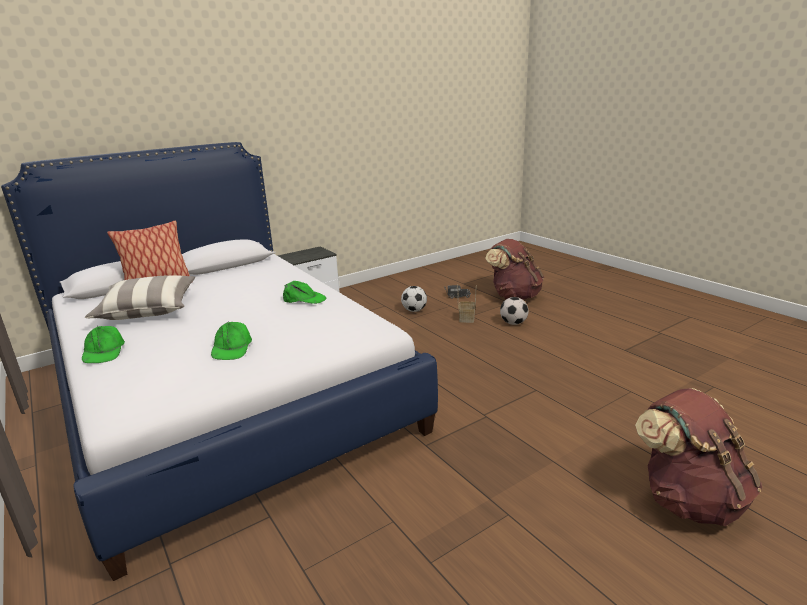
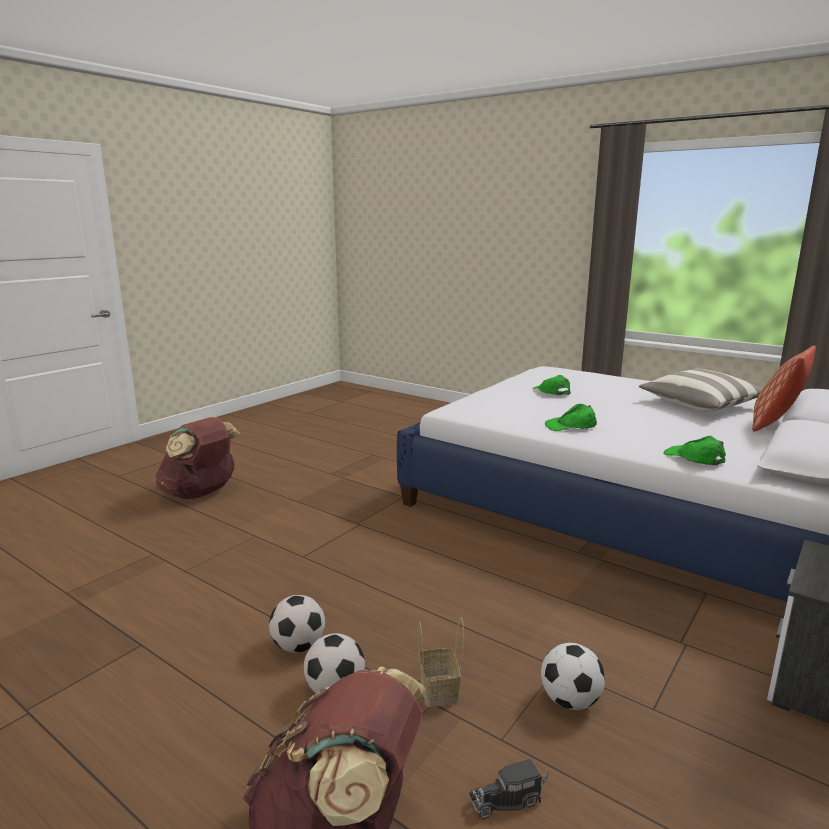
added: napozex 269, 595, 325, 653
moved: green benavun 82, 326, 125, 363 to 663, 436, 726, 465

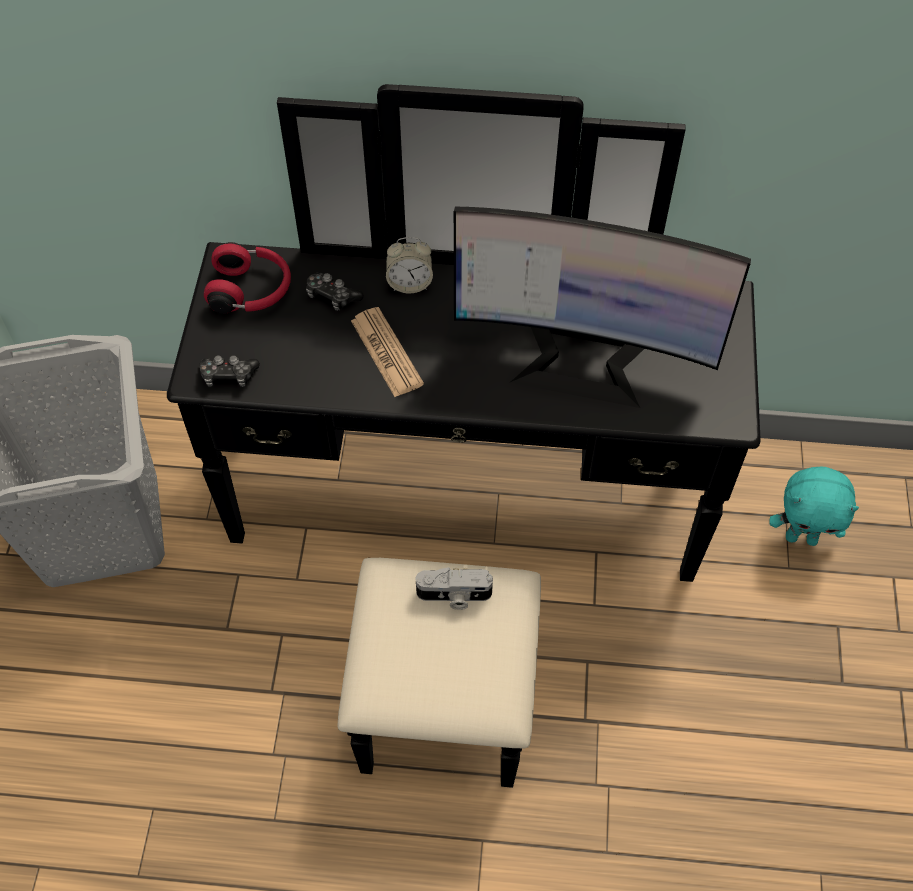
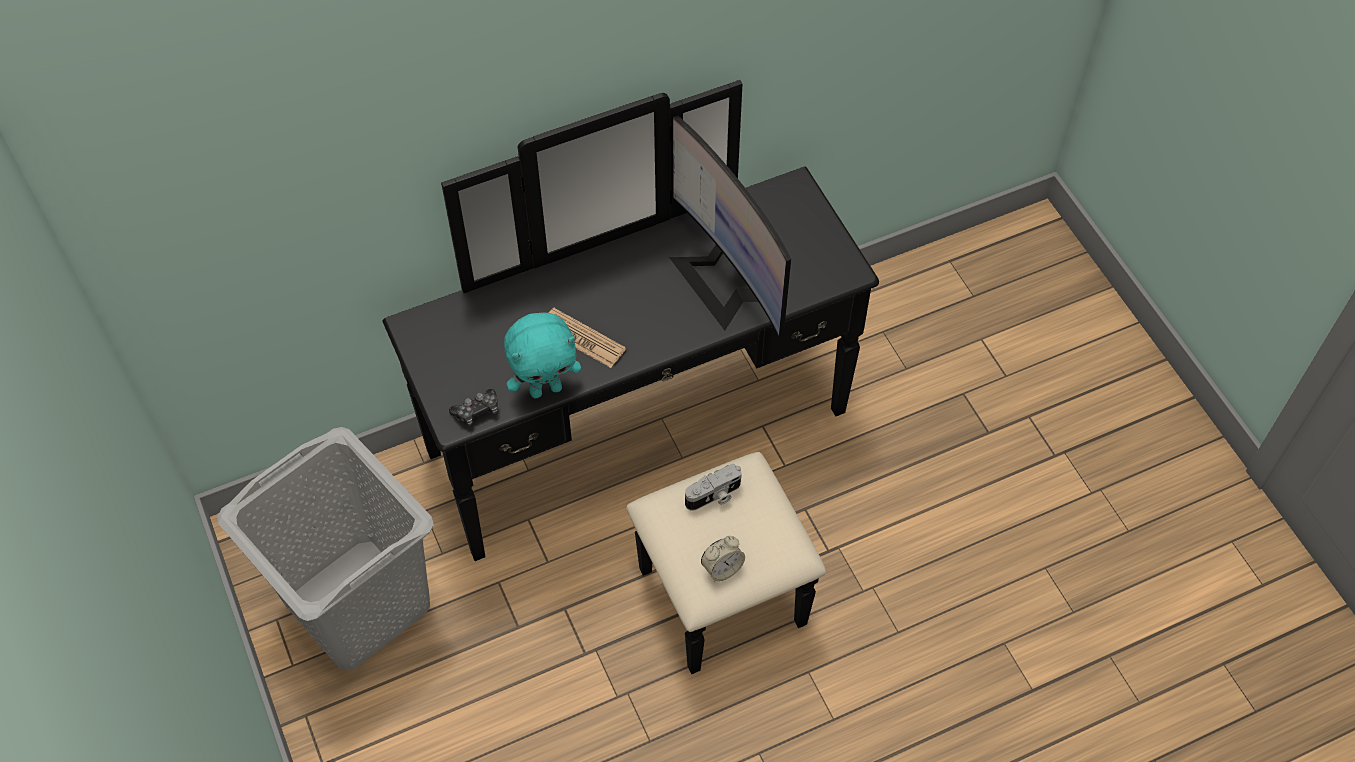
removed: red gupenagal 204, 242, 291, 314; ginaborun 306, 272, 364, 311
moved: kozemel 386, 237, 433, 294 to 701, 536, 745, 581; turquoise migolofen 769, 467, 859, 546 to 504, 312, 581, 398
turned: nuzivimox 454, 207, 751, 408 = 669, 116, 791, 339 75 degrees clockwise

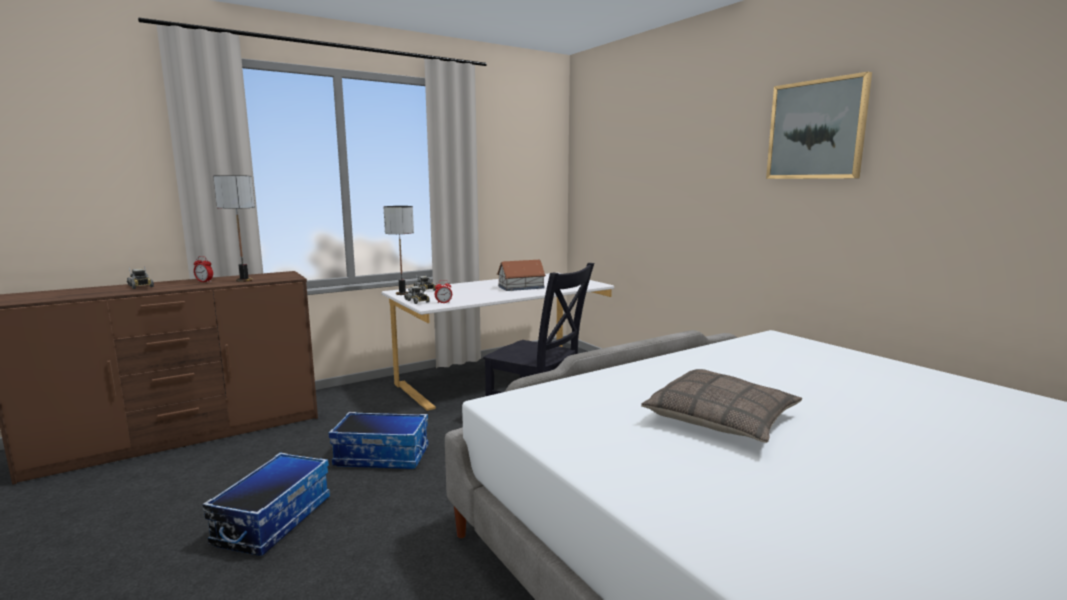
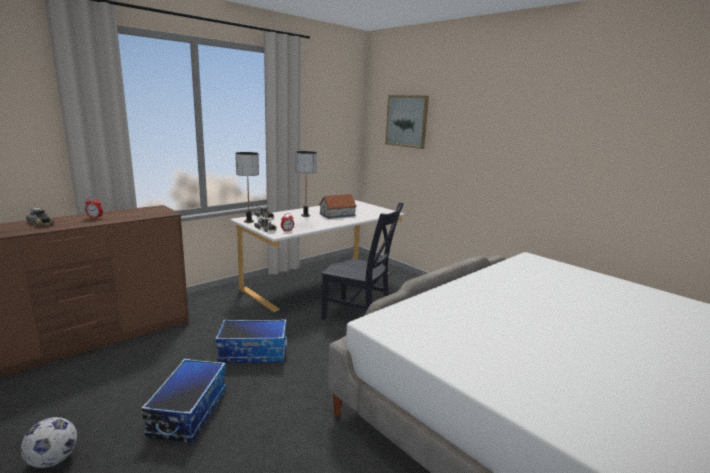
removed: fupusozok 641, 369, 802, 443
added: napozex 21, 417, 77, 468
moved: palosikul 766, 72, 872, 179 to 385, 95, 429, 149; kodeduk 213, 175, 255, 282 to 296, 151, 317, 217

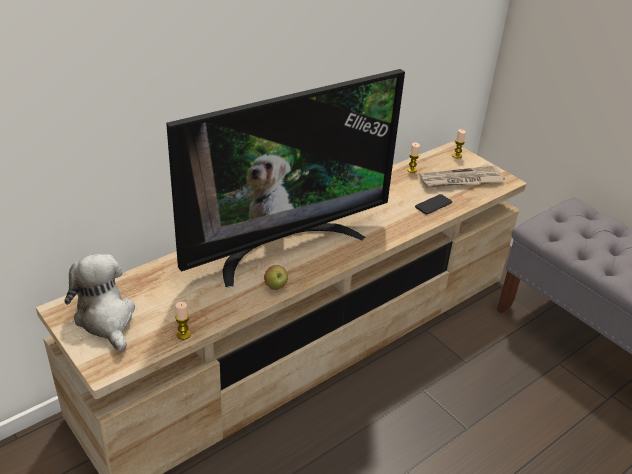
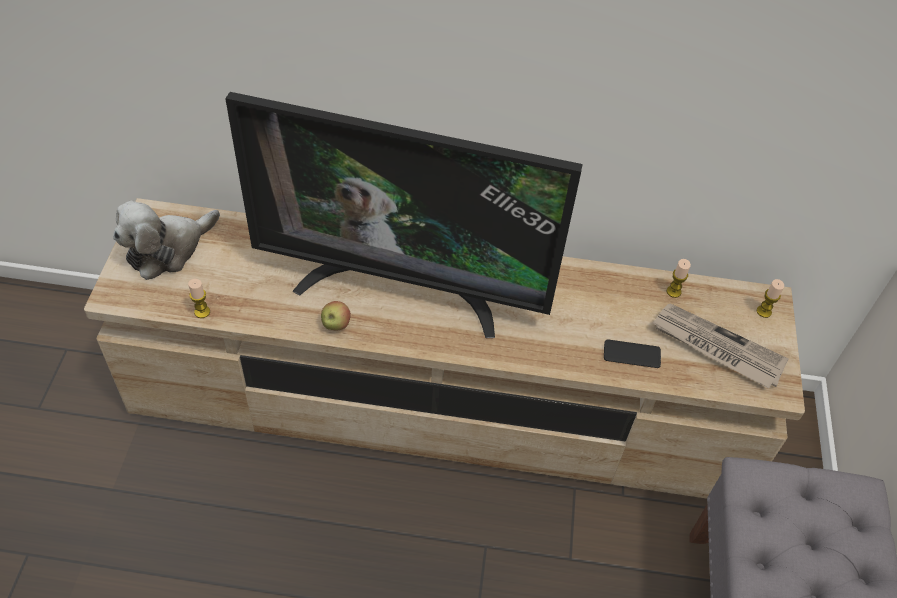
turned: migolofen 64, 254, 135, 352 = 113, 200, 220, 280 150 degrees counterclockwise

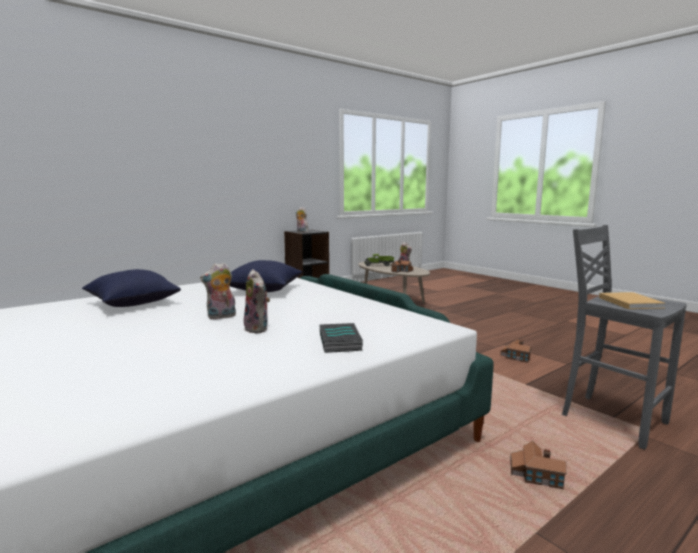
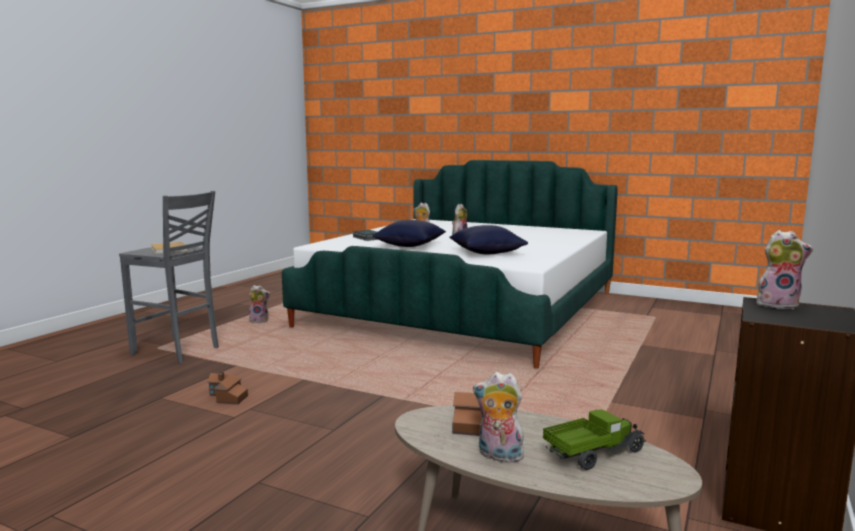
moved: blue fupusozok 82, 269, 181, 307 to 372, 220, 446, 247
replaced: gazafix 510, 441, 567, 489 to migolofen 249, 285, 270, 323

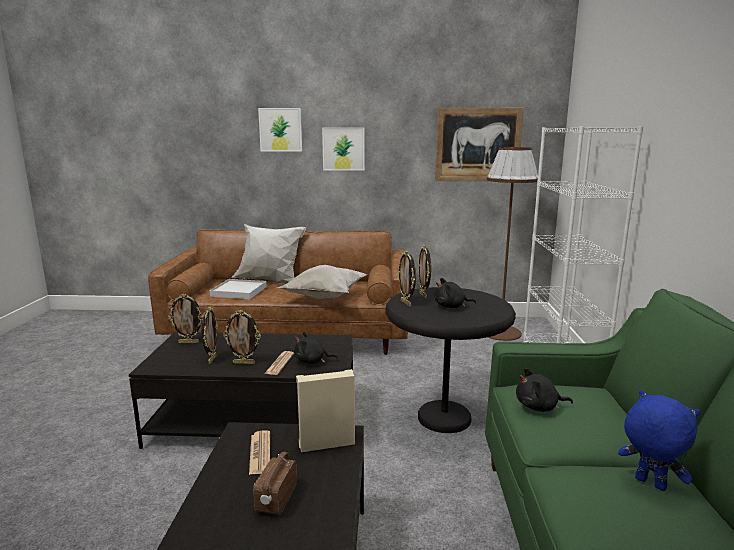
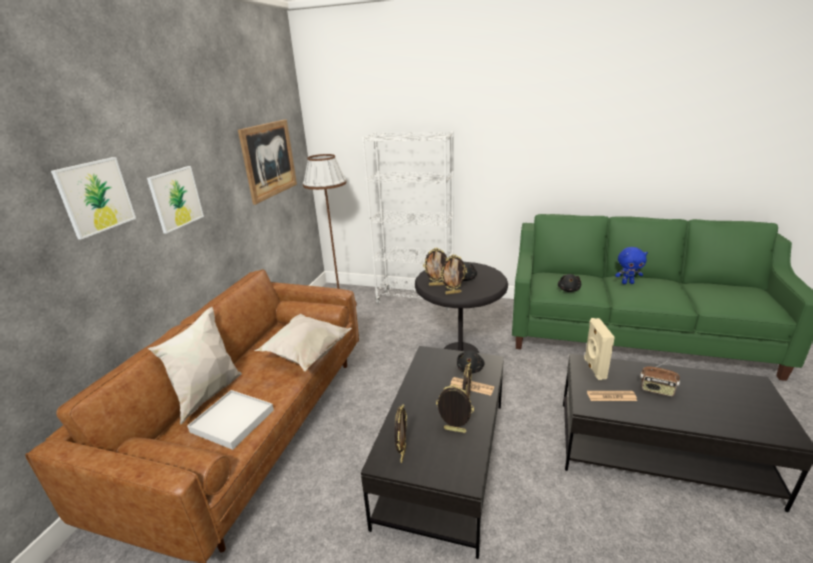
turned: blue migolofen 618, 390, 700, 491 = 615, 247, 648, 284 150 degrees counterclockwise

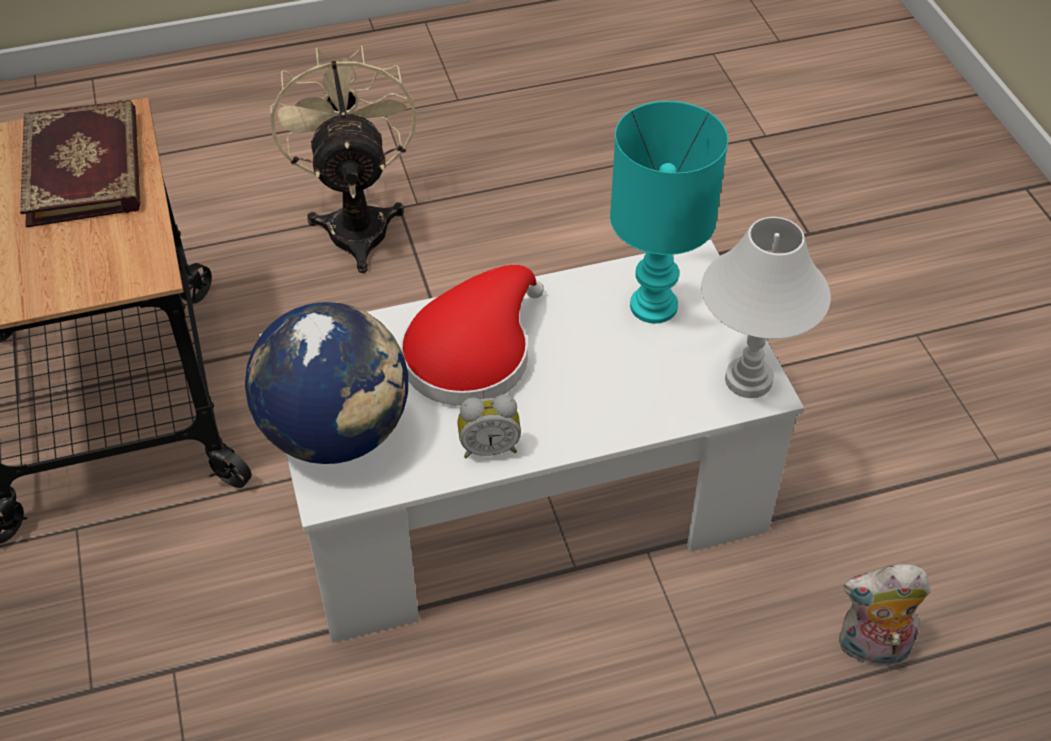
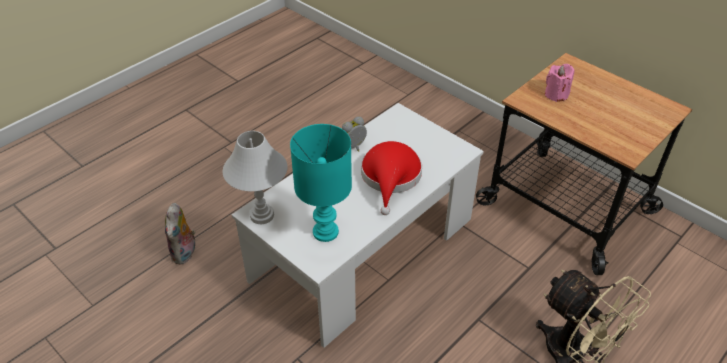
removed: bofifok 20, 100, 140, 228; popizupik 245, 302, 408, 464
added: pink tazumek 545, 64, 574, 102
turned: migolofen 839, 564, 931, 671 = 165, 203, 195, 265 120 degrees clockwise

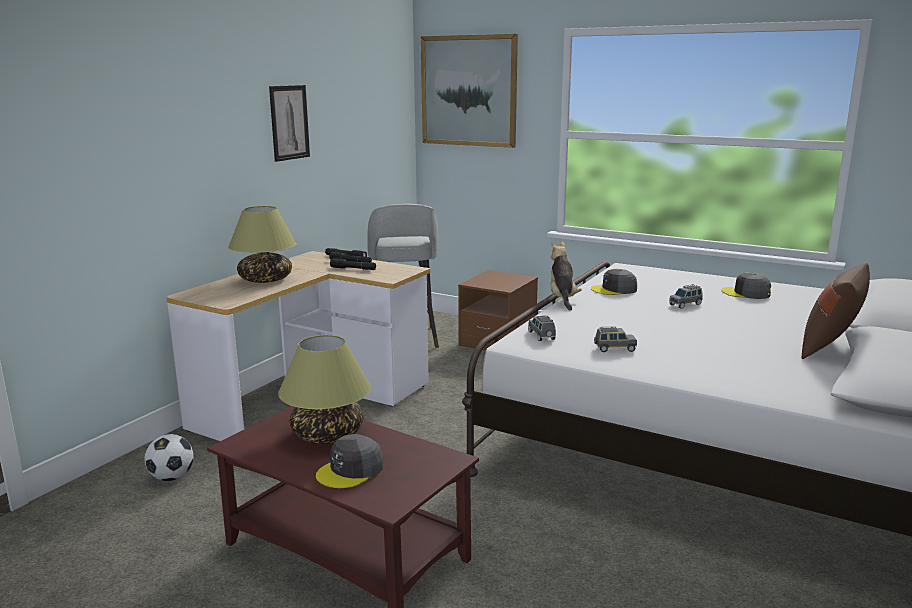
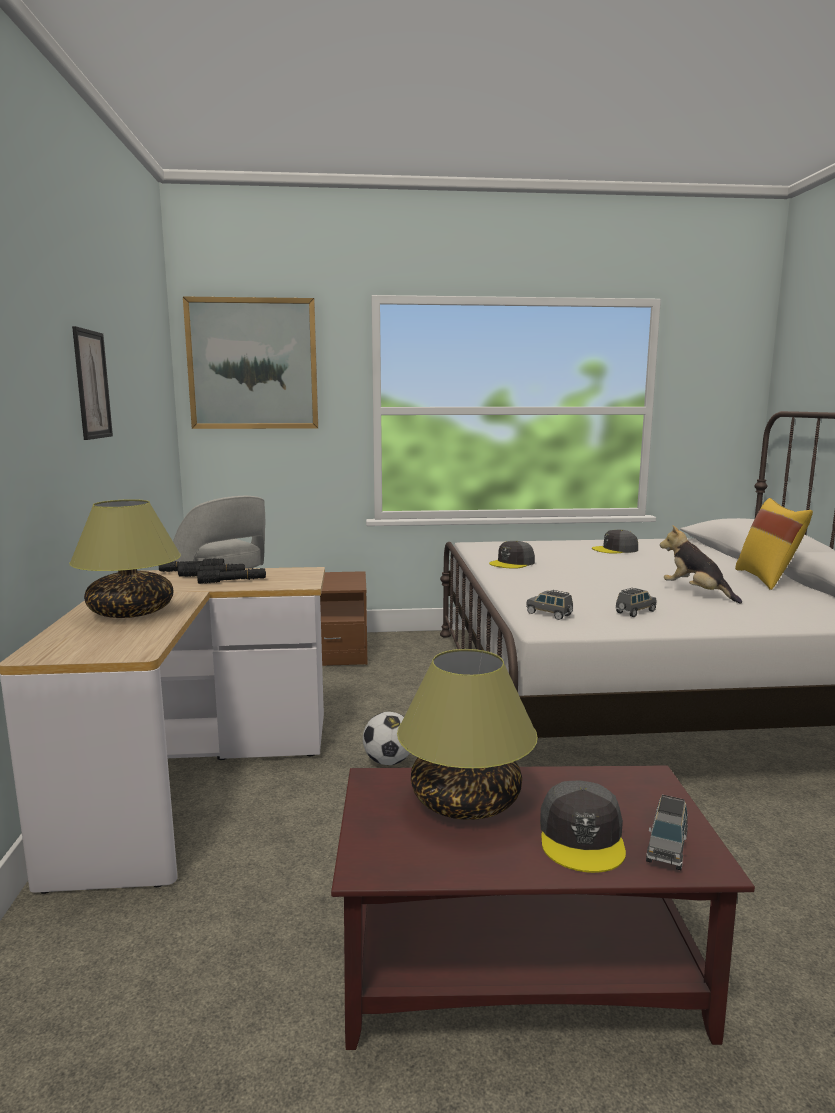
moved: migolofen 550, 242, 582, 311 to 660, 525, 742, 603; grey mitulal 669, 284, 703, 309 to 646, 795, 688, 870; napozex 144, 434, 193, 481 to 363, 712, 410, 765
recoloured: brown fupusozok 801, 263, 870, 359 to yellow fupusozok 735, 498, 813, 590

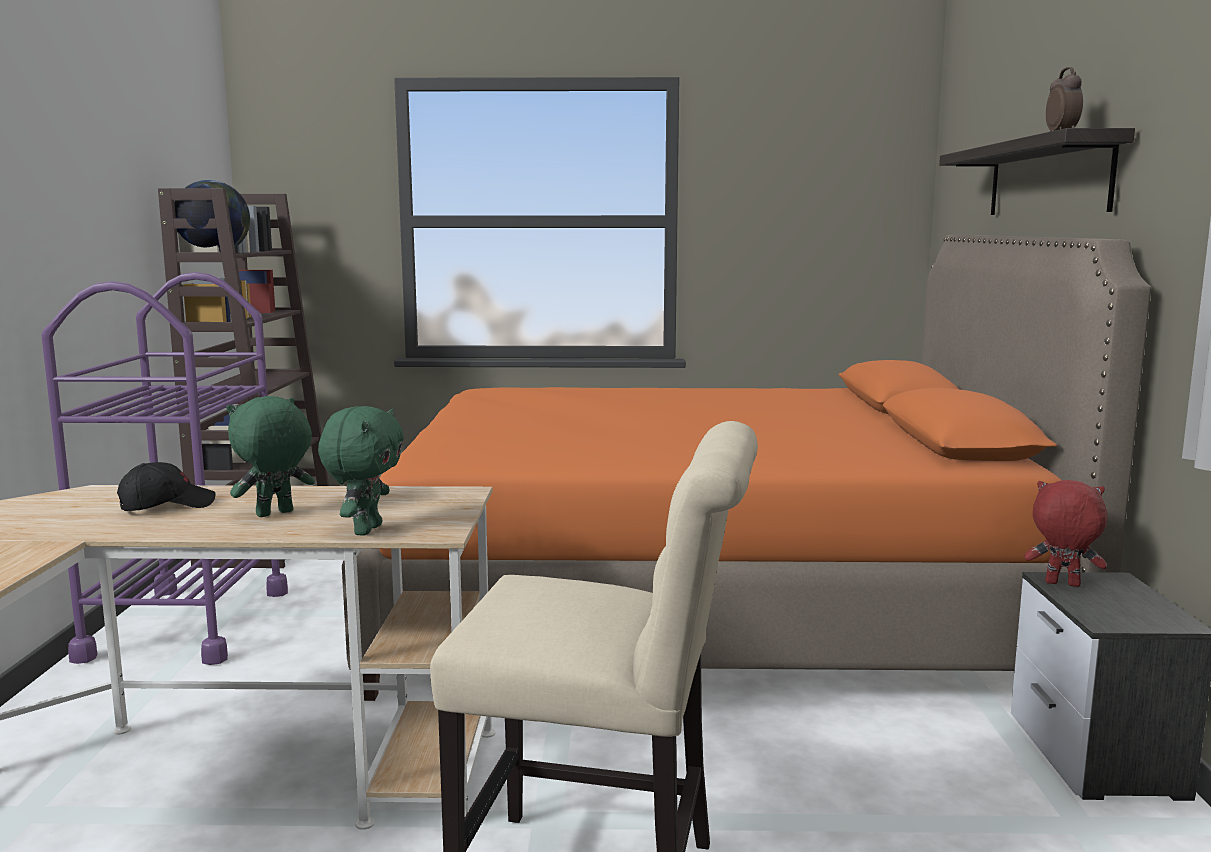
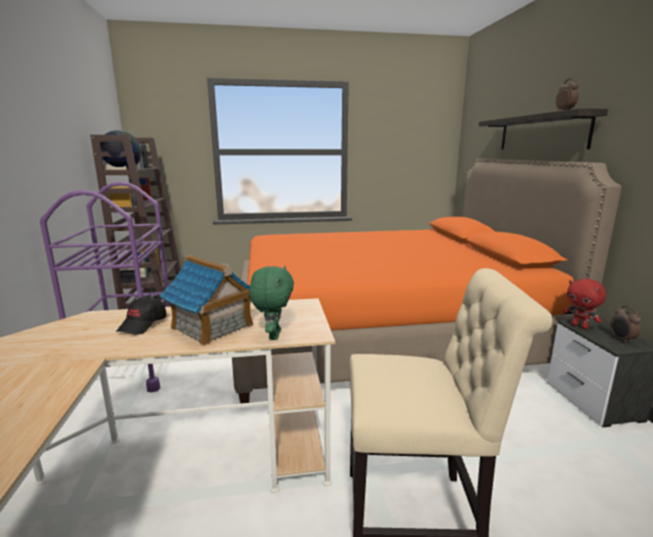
added: kozemel 610, 306, 641, 344
replaced: green migolofen 226, 396, 315, 517 to gazafix 159, 255, 253, 346
turned: black benavun 117, 462, 216, 511 = 116, 296, 167, 335 150 degrees clockwise; red migolofen 1024, 480, 1108, 587 = 563, 279, 606, 329 135 degrees counterclockwise

